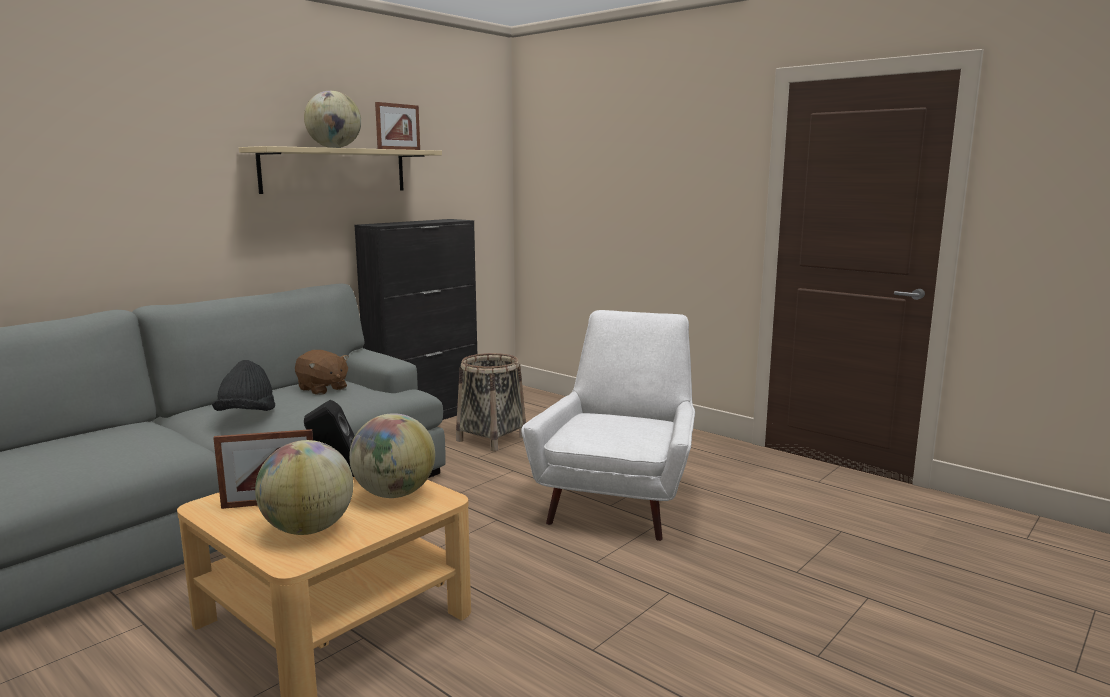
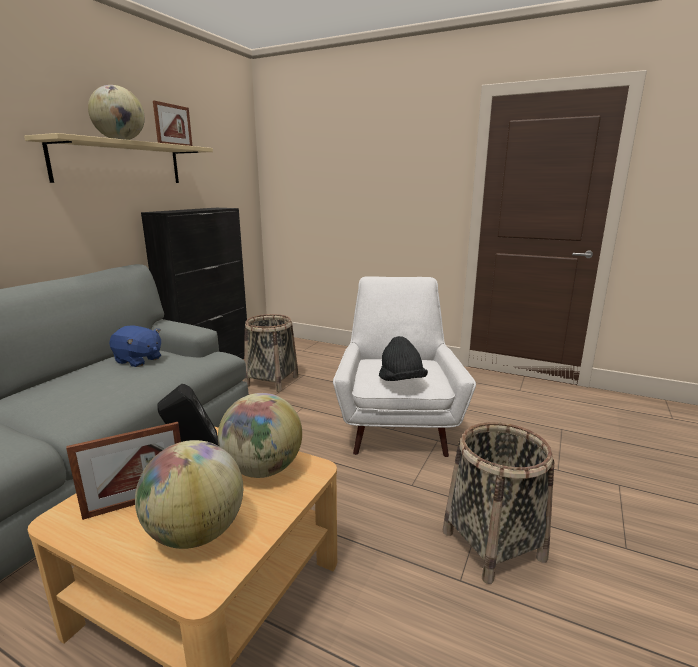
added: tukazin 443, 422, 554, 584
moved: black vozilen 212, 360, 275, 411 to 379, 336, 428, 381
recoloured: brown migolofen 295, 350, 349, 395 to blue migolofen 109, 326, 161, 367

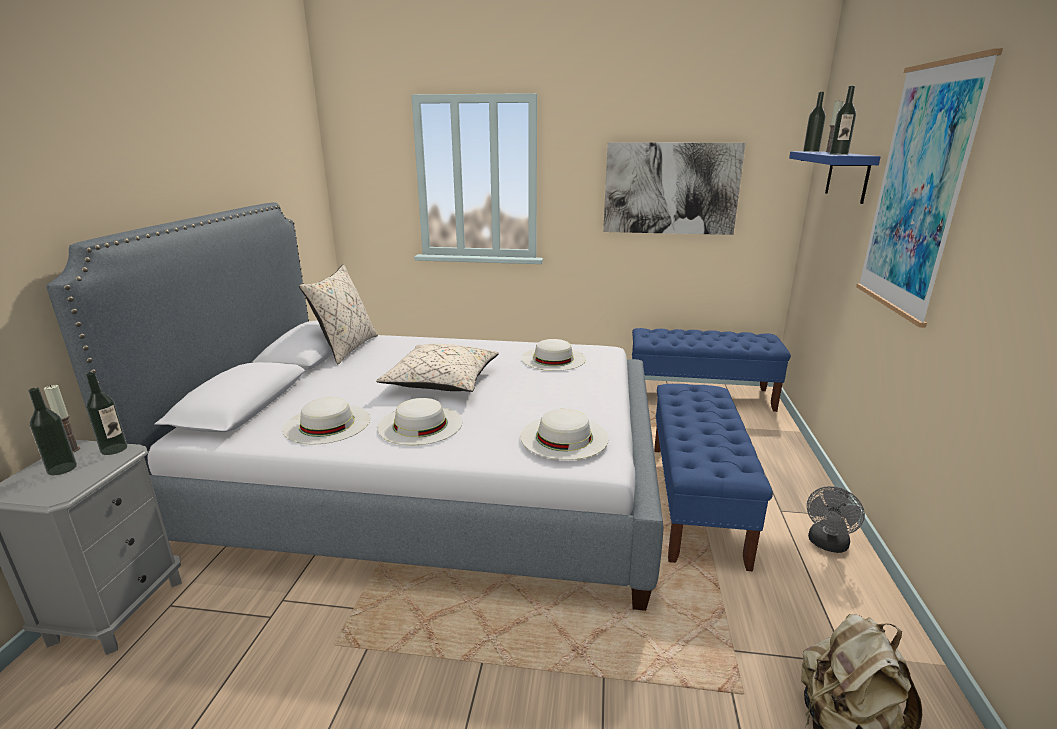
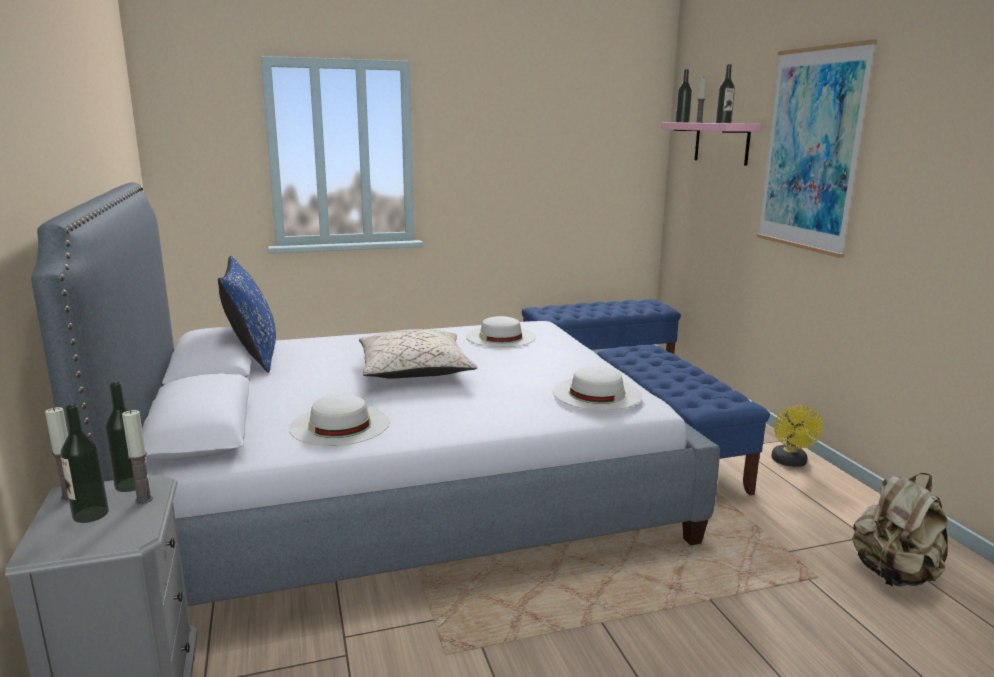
removed: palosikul 603, 142, 746, 235; white vozilen 377, 398, 462, 445
added: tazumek 122, 410, 153, 504
recoloured: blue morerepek 789, 151, 881, 204 to pink morerepek 661, 123, 761, 166; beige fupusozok 299, 264, 378, 364 to blue fupusozok 218, 256, 276, 373; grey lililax 807, 486, 865, 553 to yellow lililax 771, 405, 823, 467

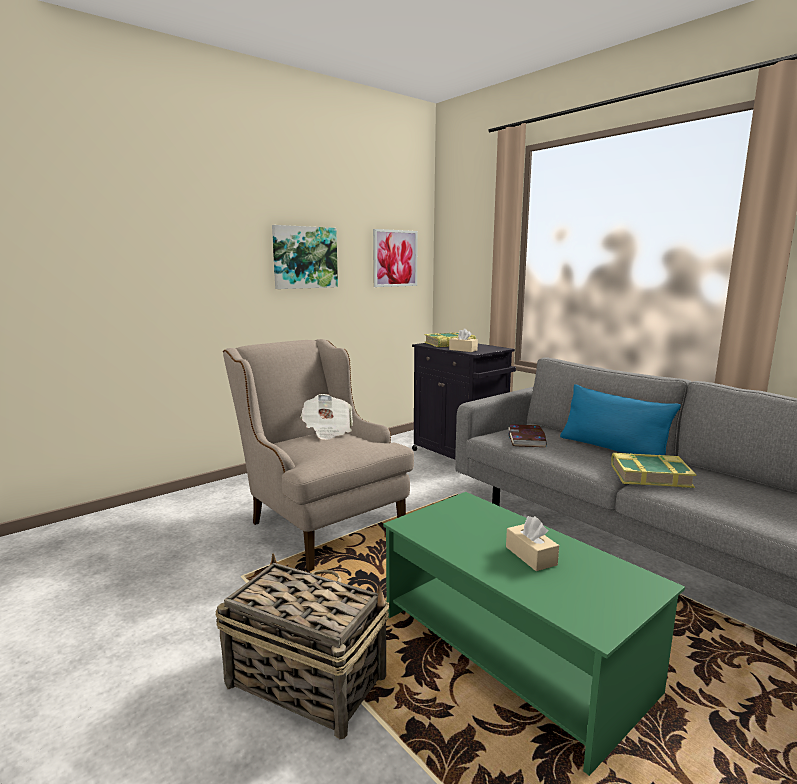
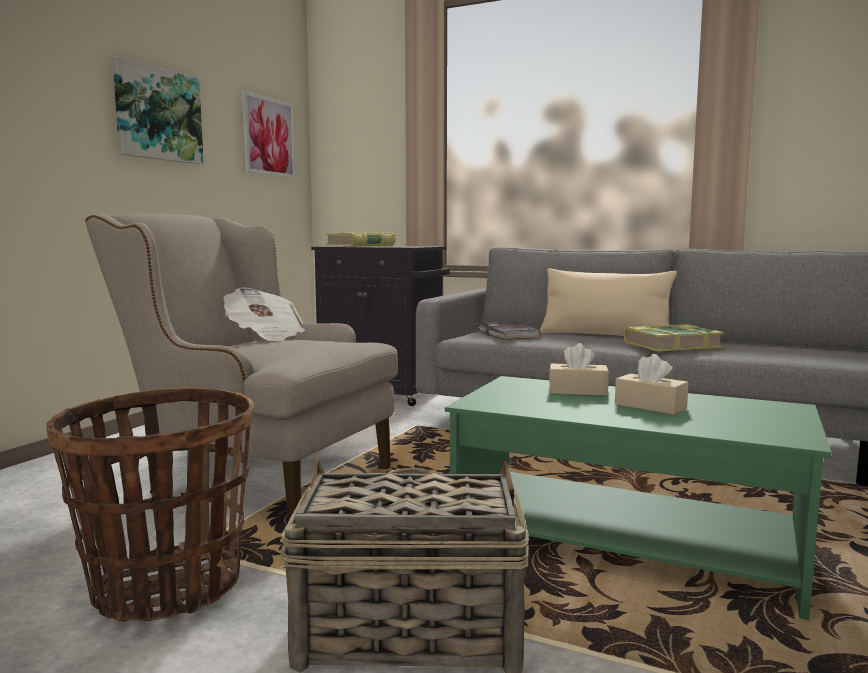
added: tukazin 46, 387, 254, 622
moved: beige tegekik 449, 328, 478, 352 to 549, 343, 609, 396
recoloured: blue fupusozok 560, 384, 681, 455 to beige fupusozok 540, 268, 677, 336

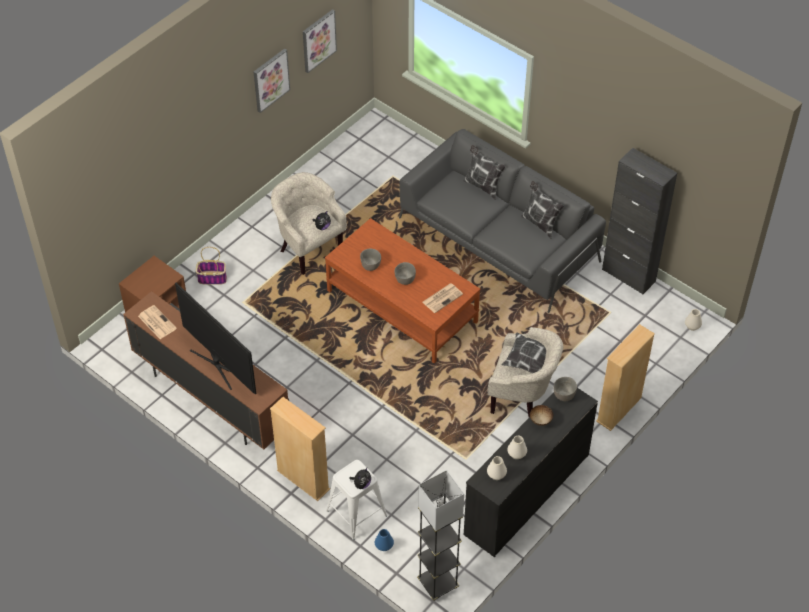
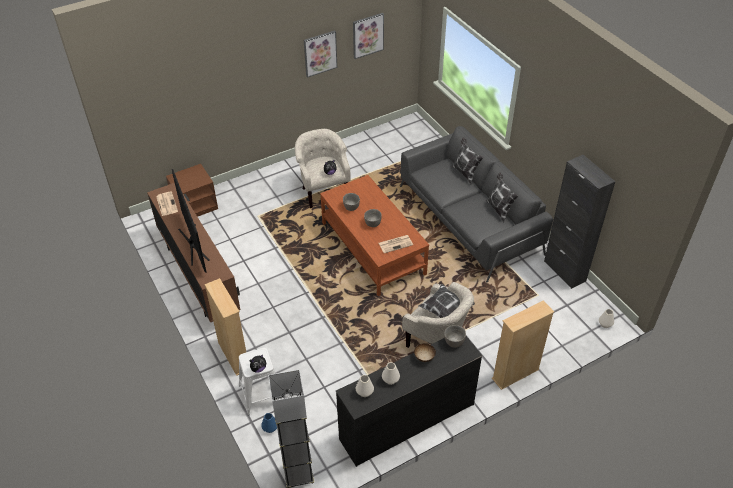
removed: tukazin 196, 247, 227, 285

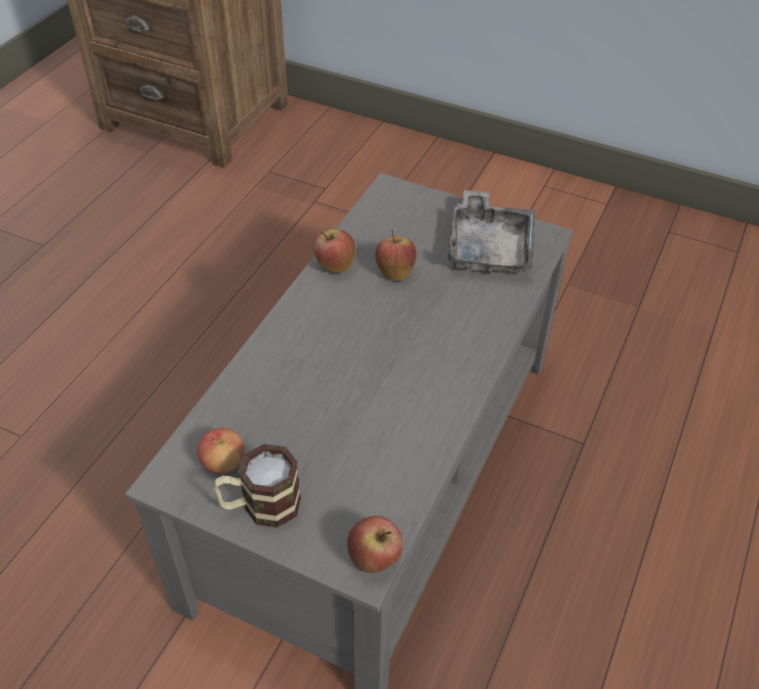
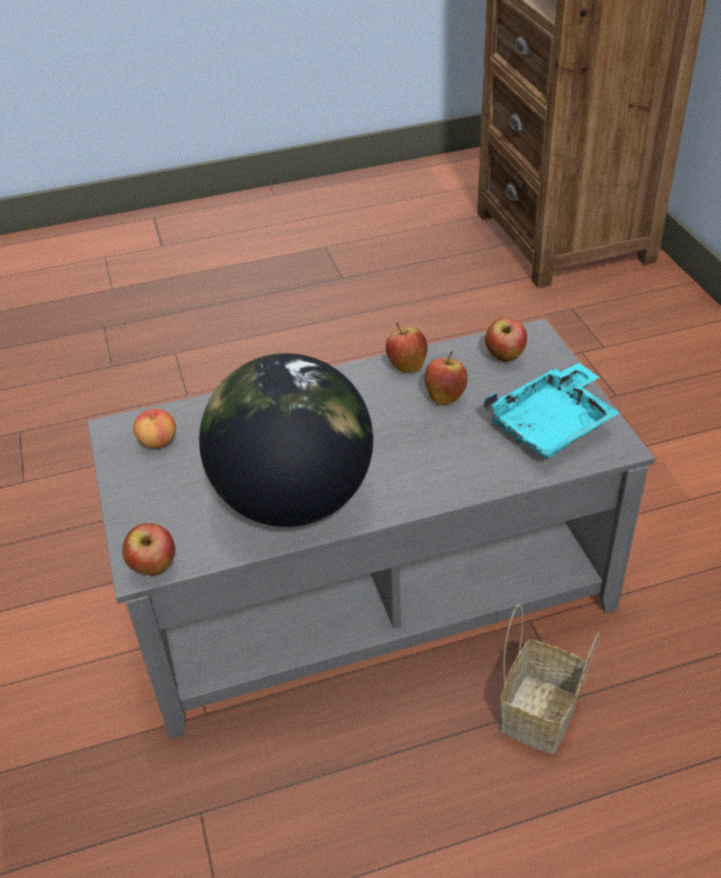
removed: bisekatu 213, 444, 301, 528
added: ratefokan 485, 317, 527, 362; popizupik 199, 353, 373, 527; tukazin 500, 604, 599, 754
recoloured: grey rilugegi 448, 190, 535, 274 to turquoise rilugegi 484, 363, 620, 459

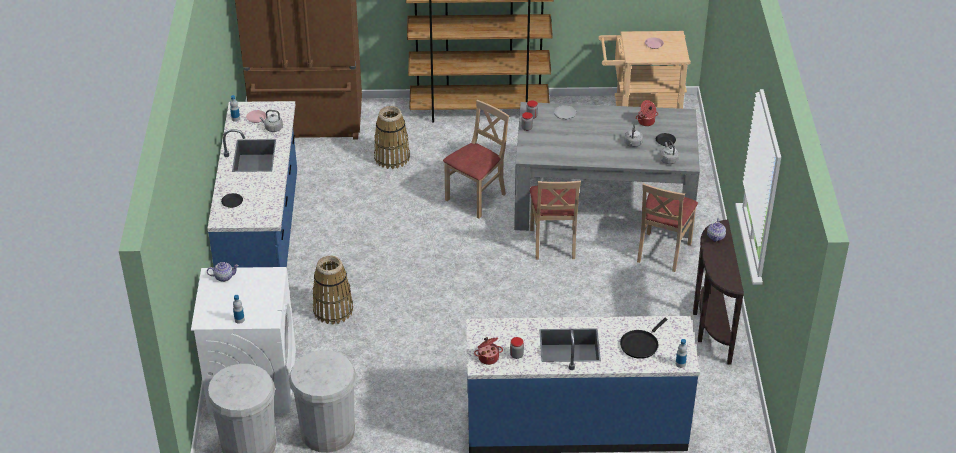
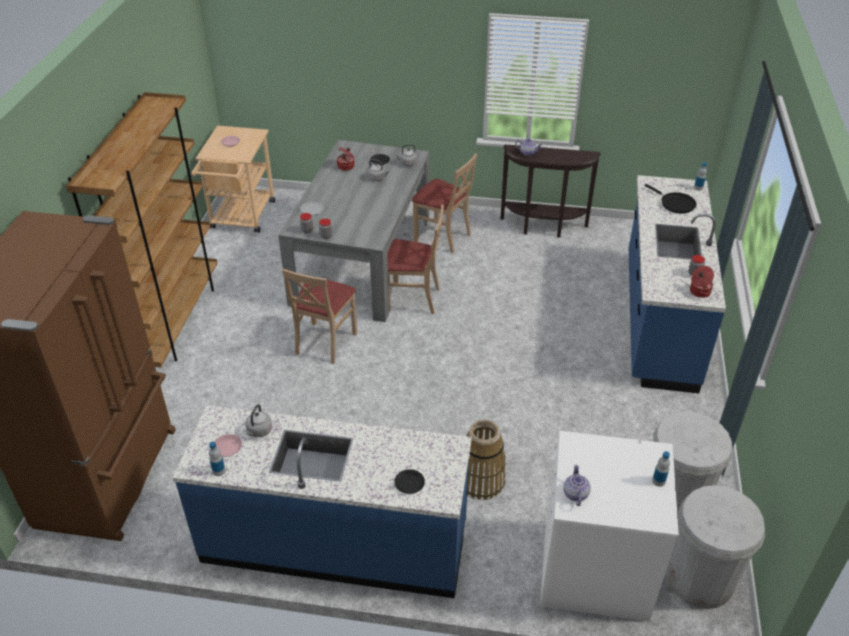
removed: tukazin 374, 106, 410, 169
turned: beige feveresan 443, 100, 509, 218 = 282, 269, 357, 364 120 degrees counterclockwise

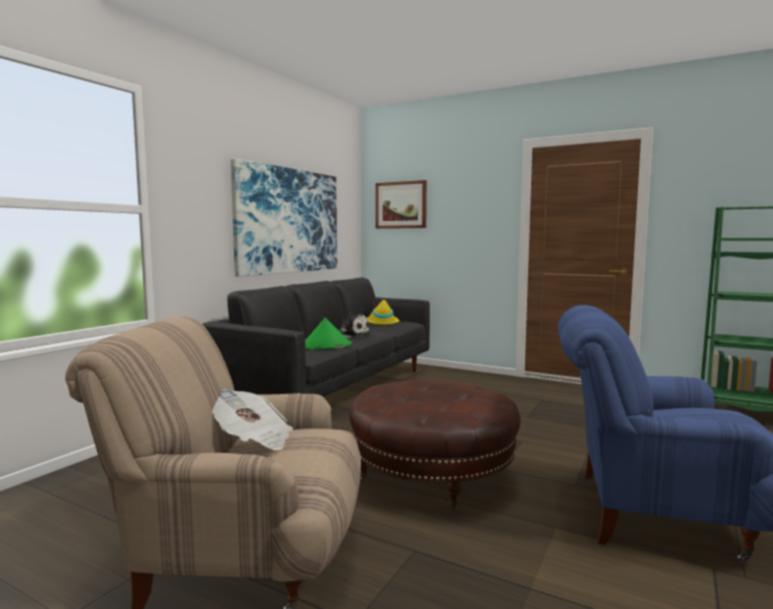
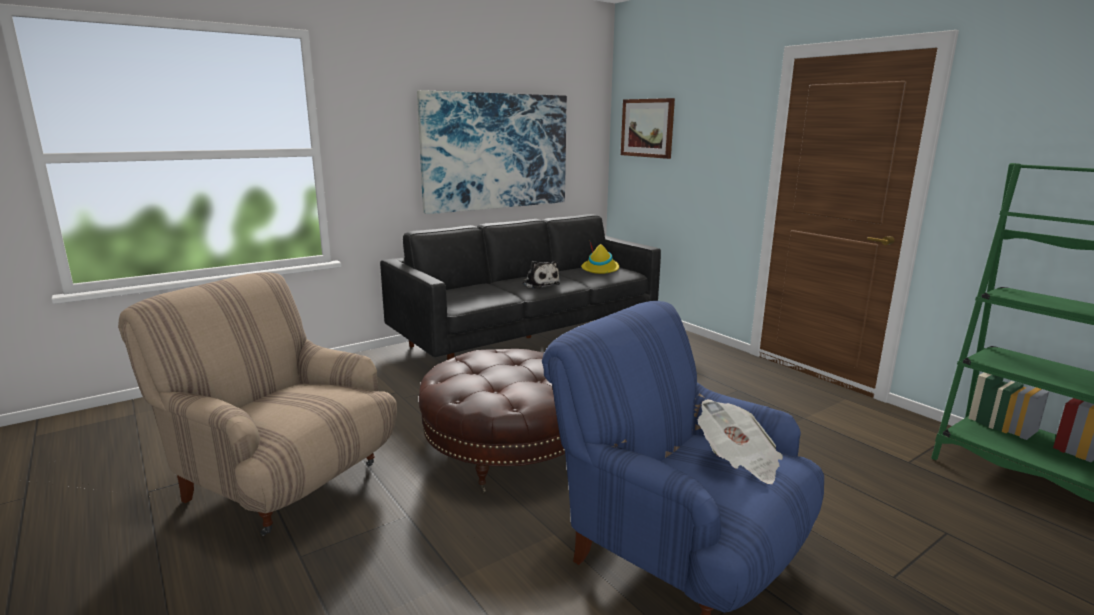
removed: green vozilen 305, 318, 352, 350
moved: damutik 212, 389, 293, 450 to 697, 399, 783, 484

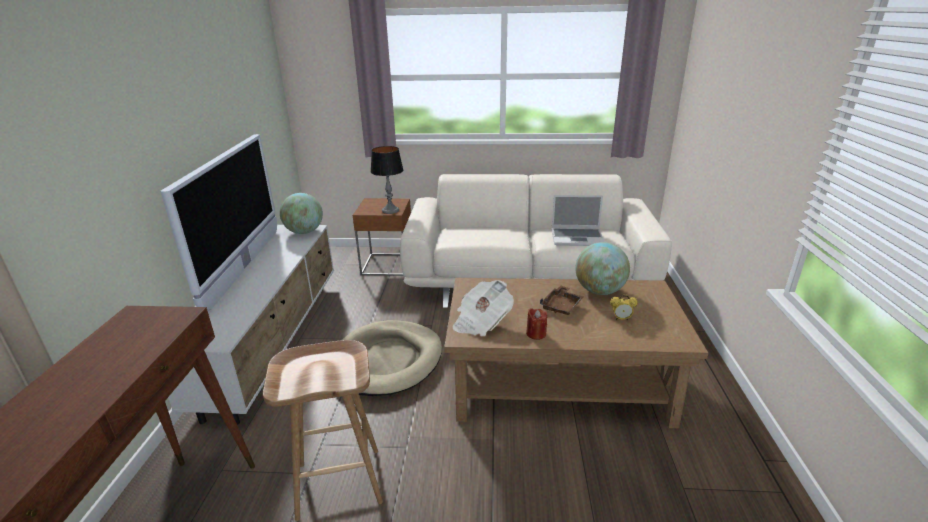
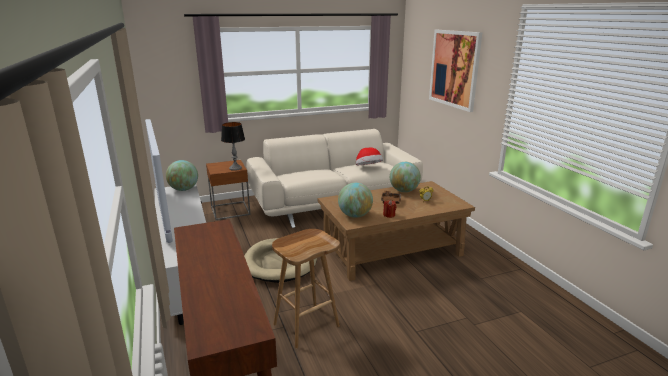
added: palosikul 429, 30, 482, 112
replaced: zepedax 552, 195, 604, 246 to vozilen 356, 147, 383, 165; damutik 452, 280, 514, 336 to popizupik 338, 183, 373, 218

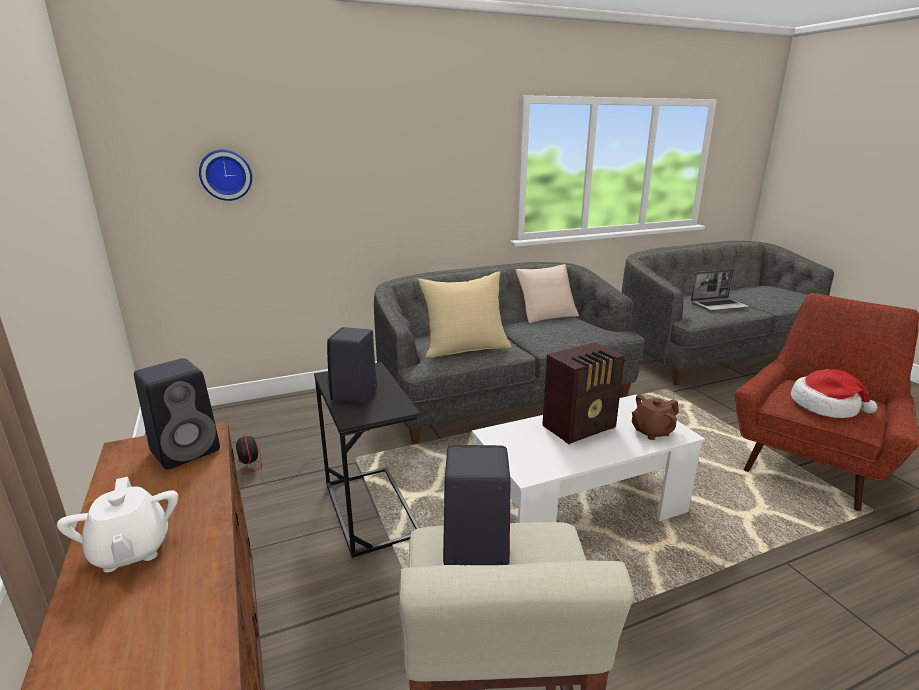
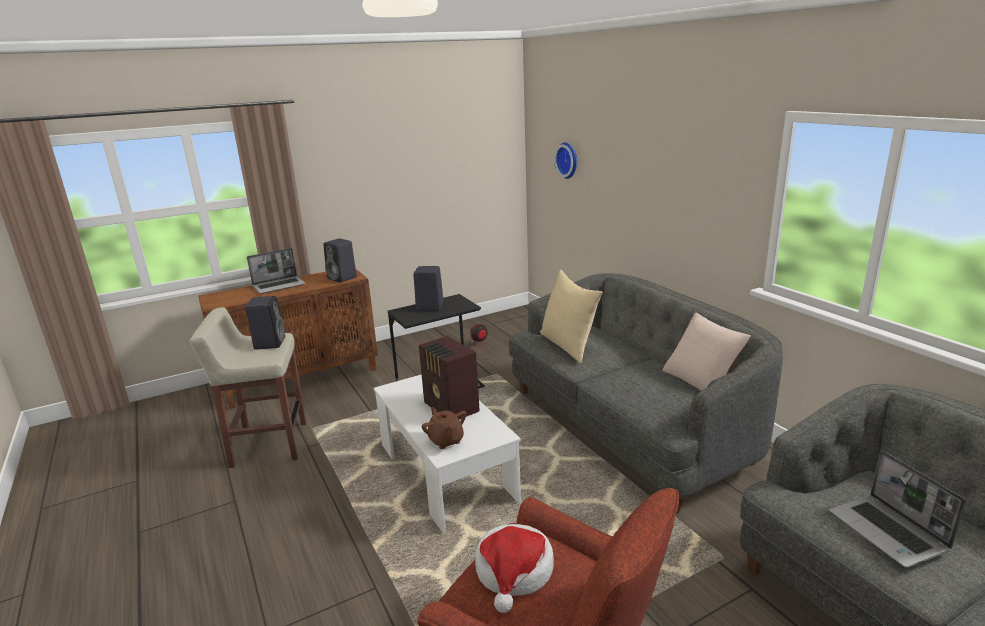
replaced: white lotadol 57, 477, 178, 572 to zepedax 247, 248, 306, 294

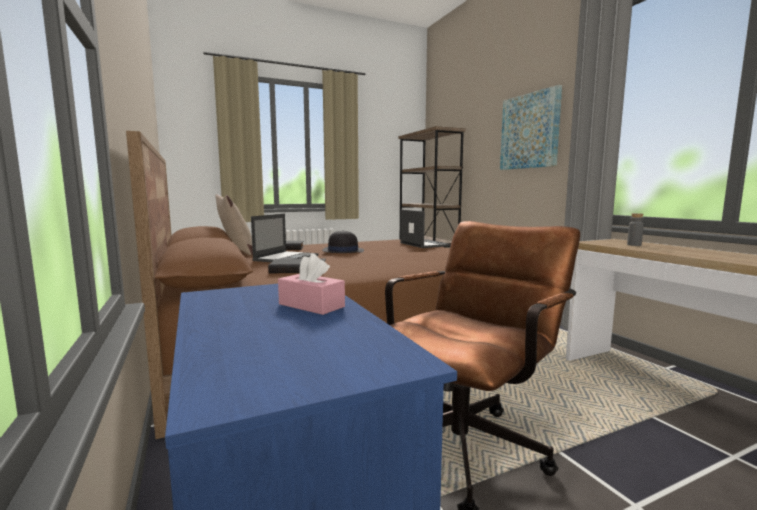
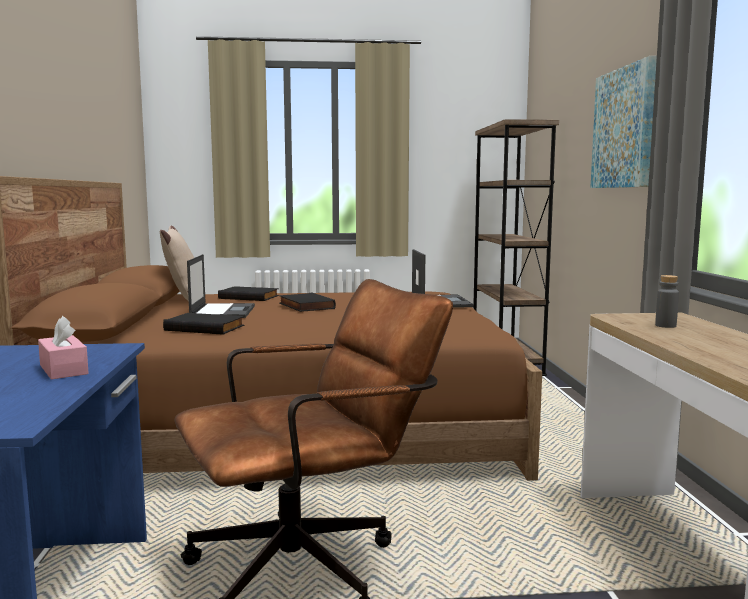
replaced: black vozilen 322, 230, 364, 253 to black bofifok 279, 293, 336, 312
turned: zepedax 251, 214, 318, 262 = 187, 254, 255, 318 45 degrees counterclockwise

